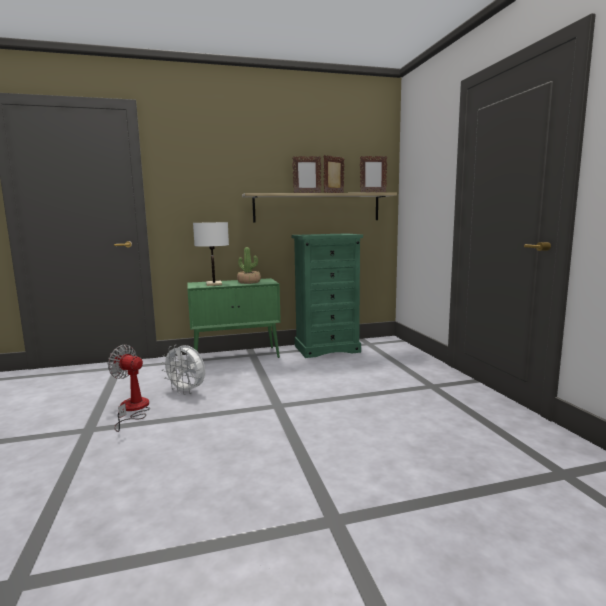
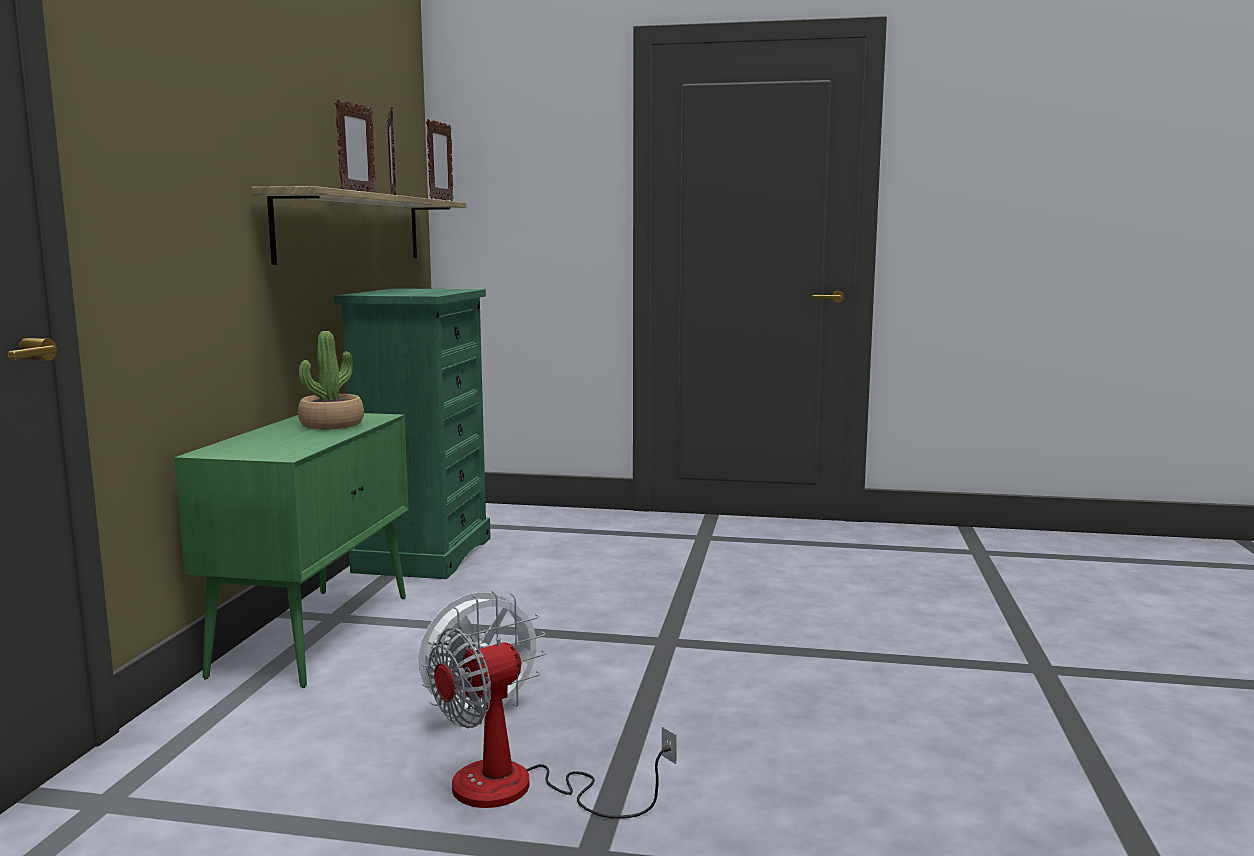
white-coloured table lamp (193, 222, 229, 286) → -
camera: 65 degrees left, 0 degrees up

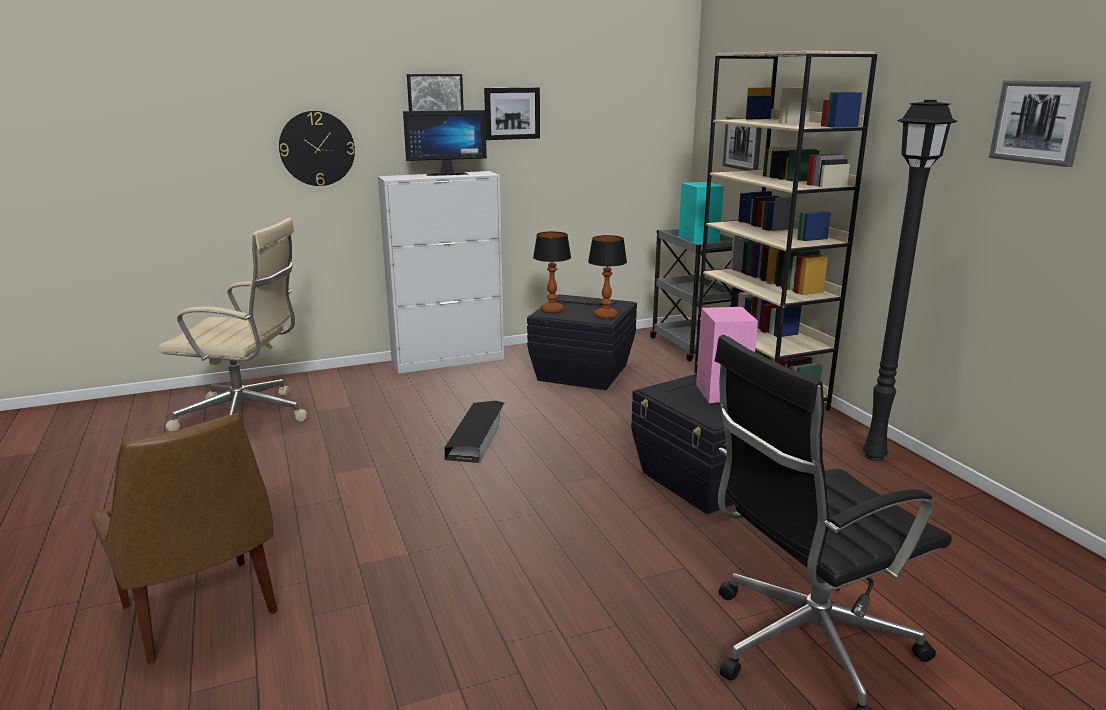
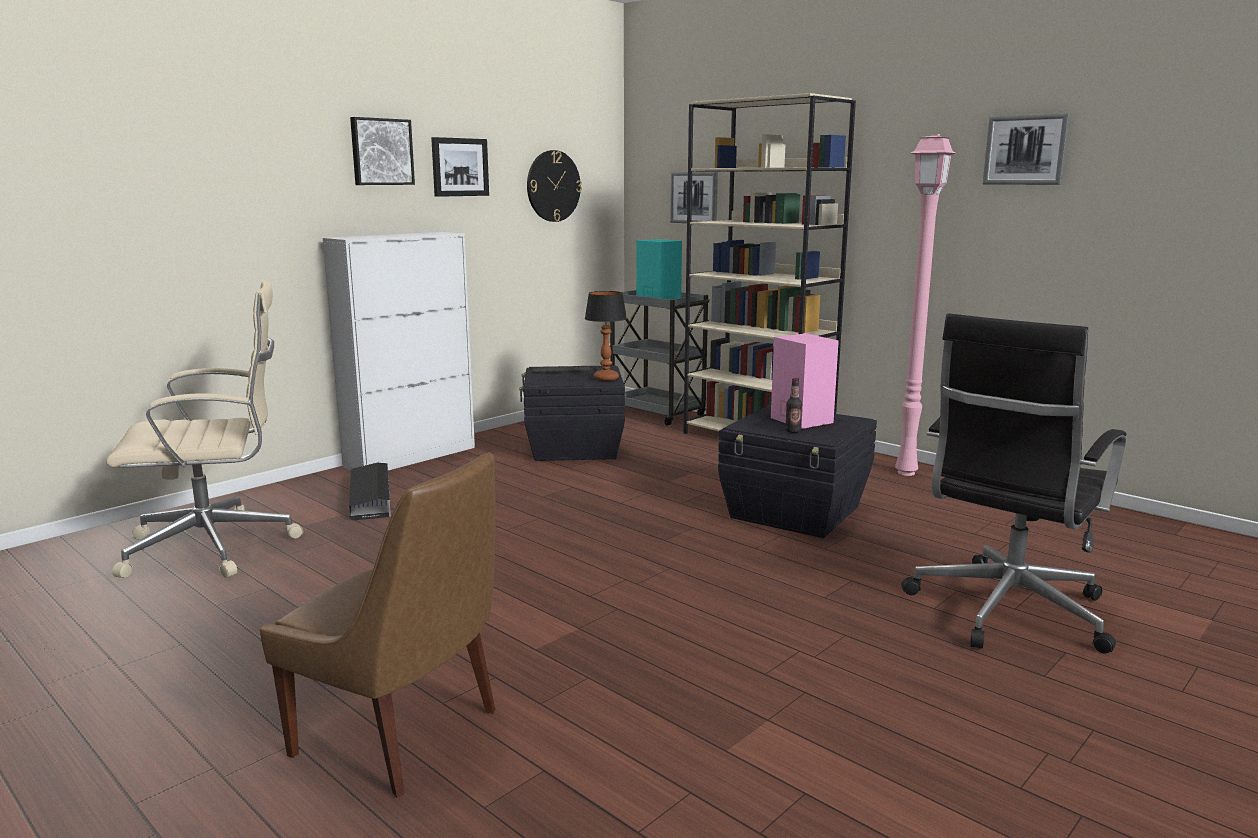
clock on the wall (279, 111, 355, 186) → clock on the wall (527, 150, 582, 222), move
monitor (403, 110, 487, 176) → -
black storage box (444, 401, 504, 463) → black storage box (349, 463, 391, 521), move
table lamp (533, 231, 571, 314) → -
black standard lamp (863, 100, 958, 461) → pinkish standard lamp (895, 134, 956, 476)
- → drink bottle (785, 378, 802, 433)
camera: 25 degrees left, 5 degrees down

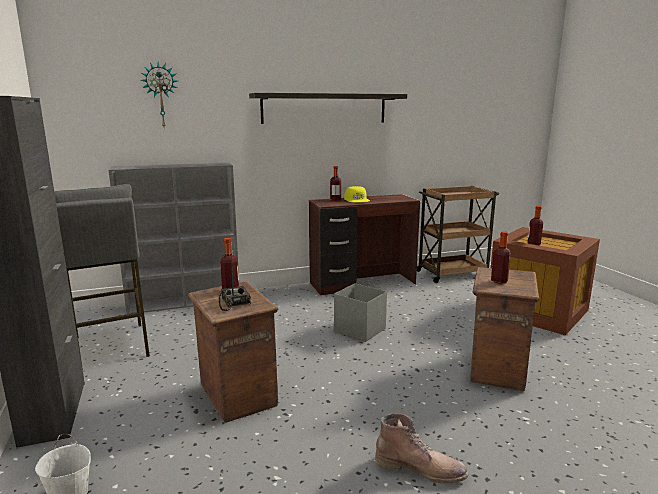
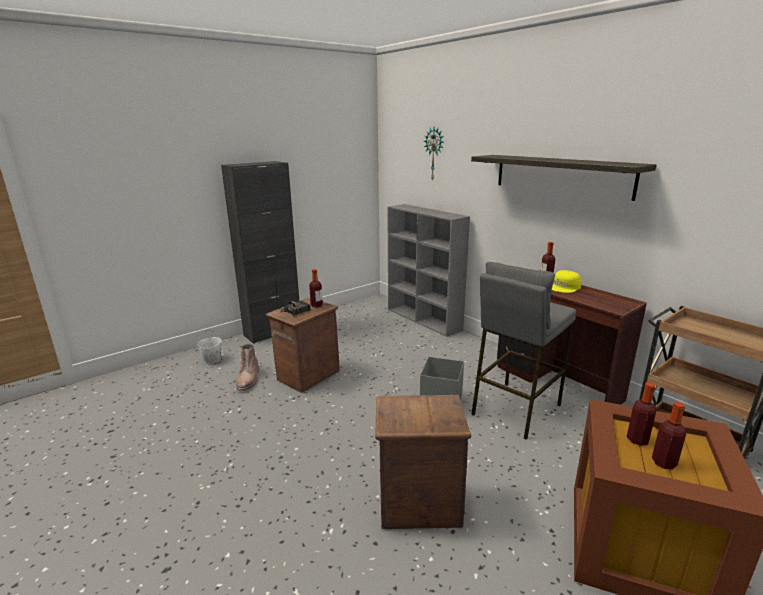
greyish stool seat (54, 184, 150, 369) → greyish stool seat (471, 262, 576, 439), move
brown-coloured boot (375, 414, 468, 484) → brown-coloured boot (236, 344, 259, 391), move
drink bottle (491, 231, 511, 284) → drink bottle (652, 402, 686, 470), move
camera: 70 degrees right, 5 degrees up

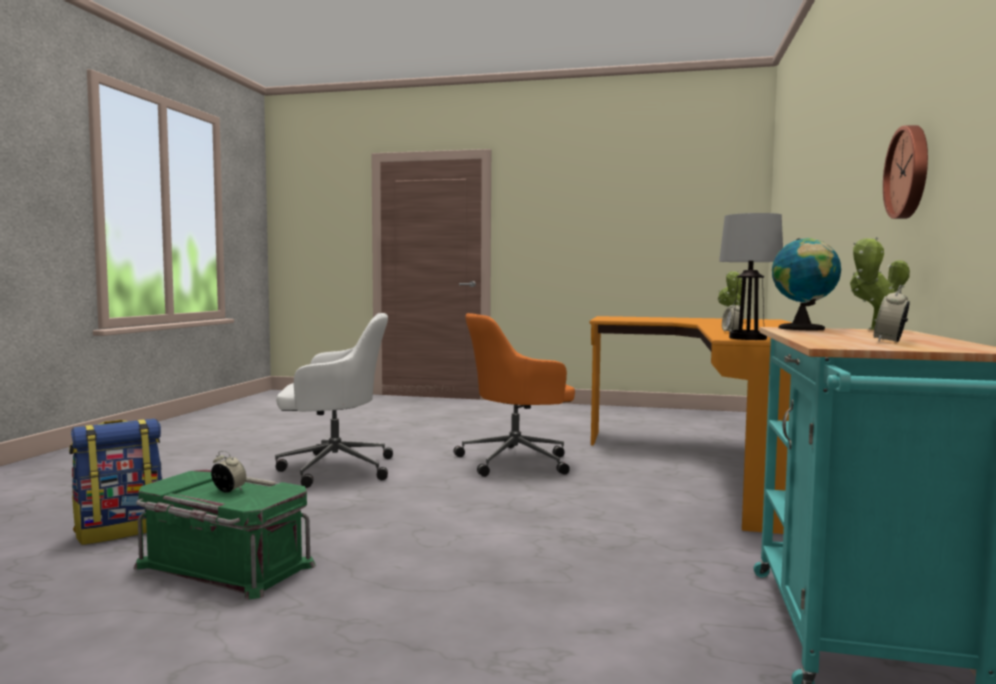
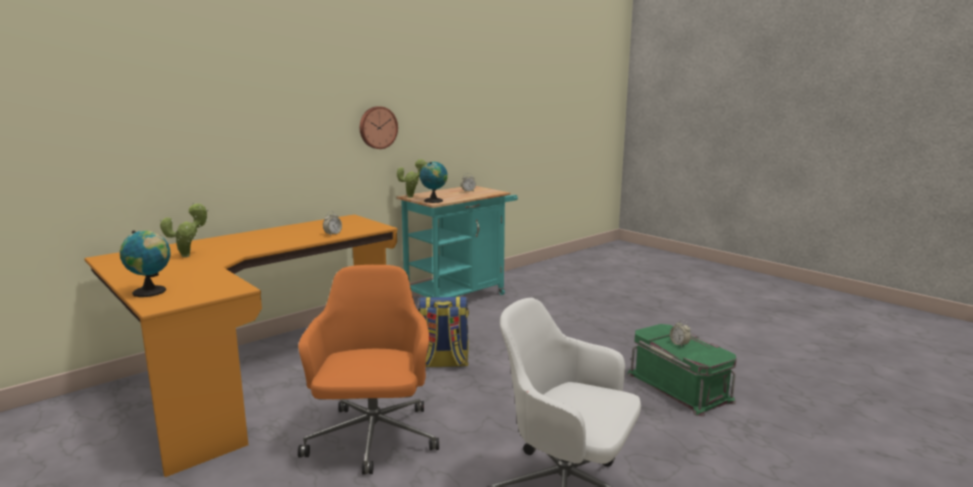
knapsack (69, 419, 162, 545) → knapsack (418, 297, 469, 367), move
orange office chair (454, 313, 575, 477) → orange office chair (298, 265, 439, 474), 105 degrees counterclockwise
table lamp (719, 213, 783, 340) → -
- → desk globe (120, 230, 171, 297)
camera: 145 degrees left, 10 degrees up

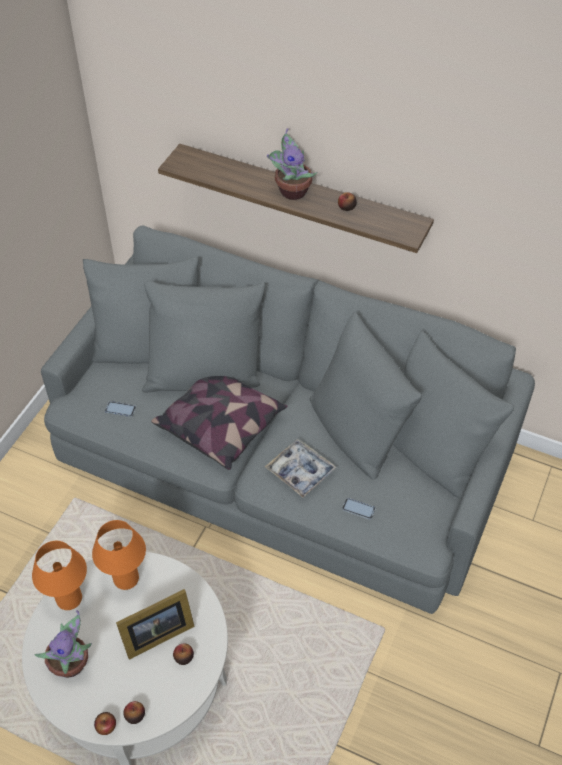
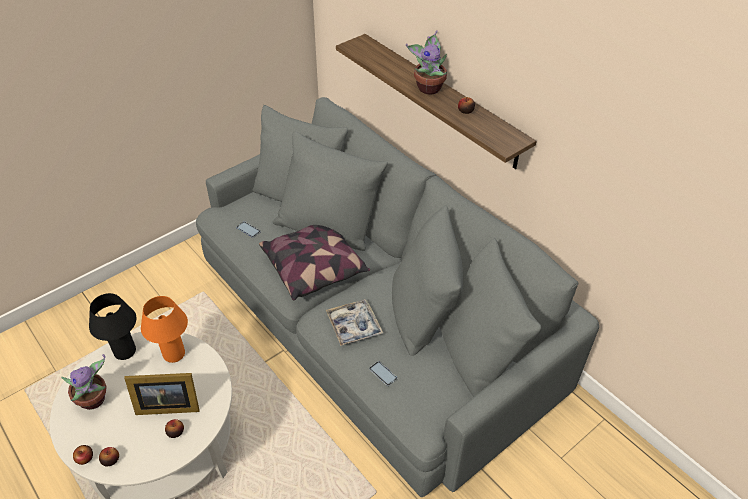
orange table lamp (32, 541, 87, 610) → black table lamp (89, 293, 136, 360)
camera: 25 degrees right, 5 degrees down

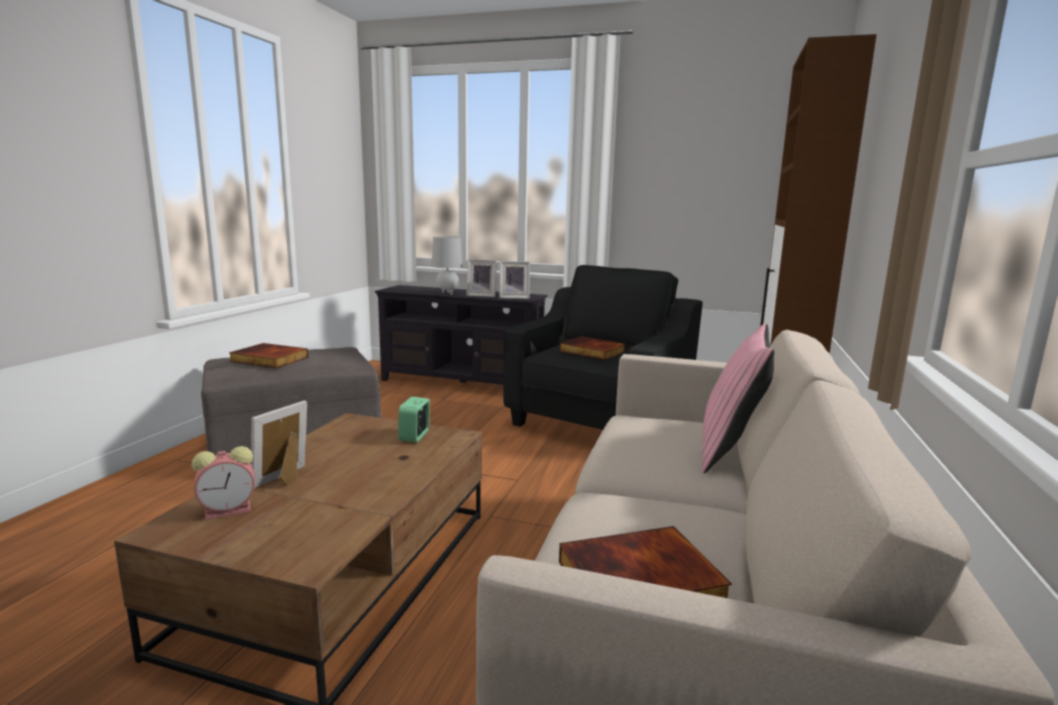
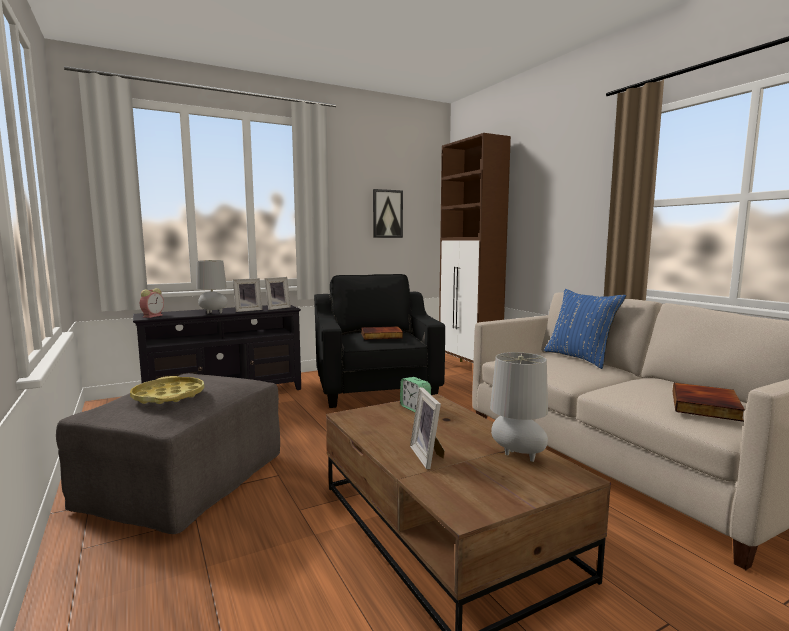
alarm clock (192, 446, 255, 520) → alarm clock (140, 288, 164, 318), move
book (229, 343, 308, 368) → yellowish serving tray (130, 376, 204, 404)
pinkish pillow (702, 323, 775, 473) → blue-coloured pillow (544, 289, 626, 369)
- → wall picture (373, 189, 403, 238)
- → greyish table lamp (490, 352, 548, 462)
camera: 45 degrees left, 5 degrees down

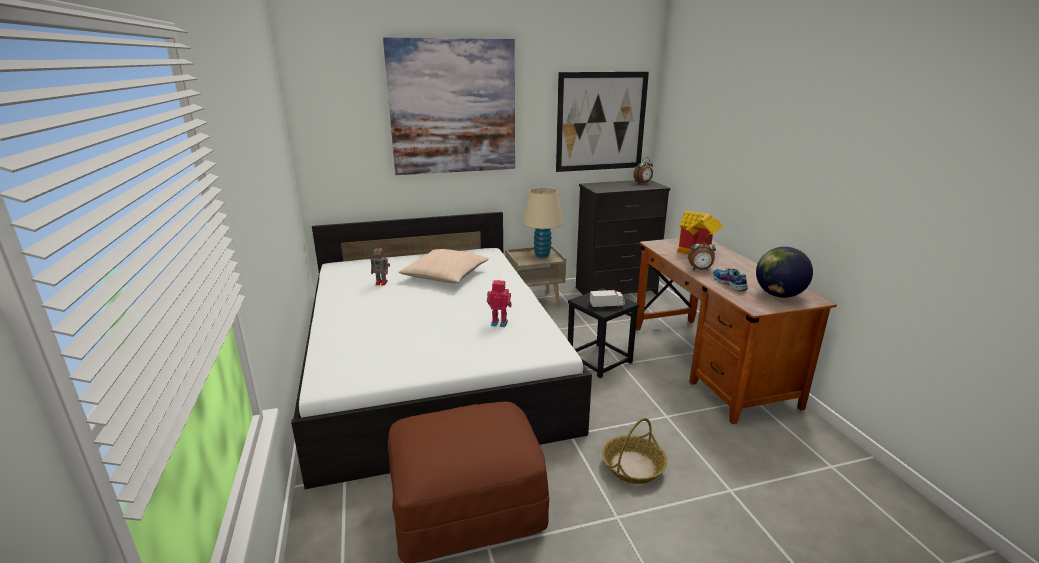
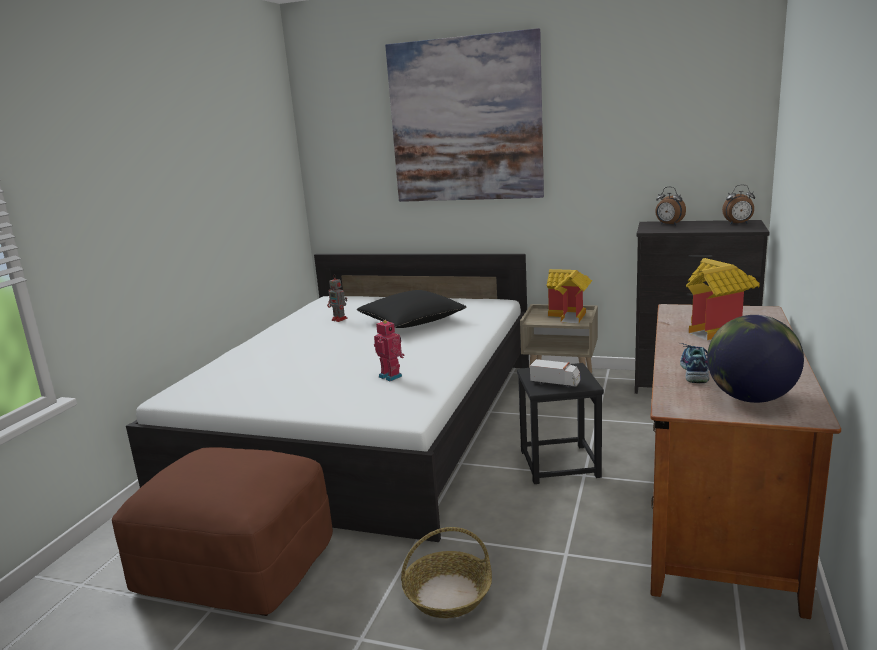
sand-coloured pillow (398, 249, 489, 283) → black pillow (357, 290, 467, 328)
sand-coloured table lamp (523, 188, 563, 258) → model house (547, 269, 592, 323)
wall picture (556, 72, 649, 172) → -
alarm clock (688, 237, 716, 271) → alarm clock (655, 187, 686, 226), move
camera: 35 degrees right, 5 degrees down

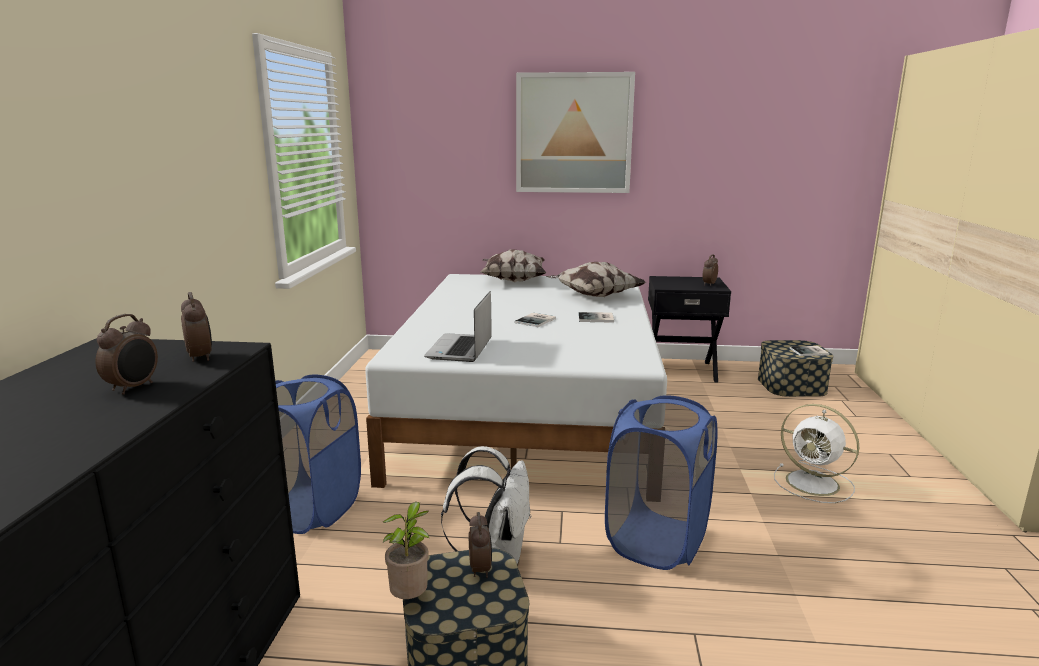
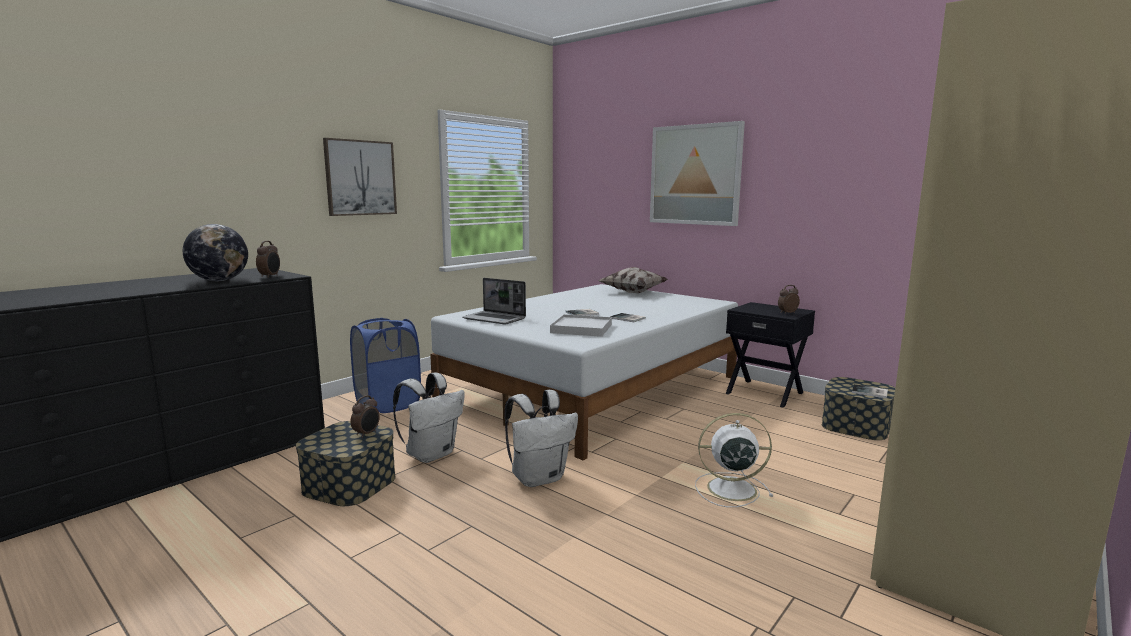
alarm clock (95, 314, 158, 395) → desk globe (183, 224, 248, 281)
plant in a pot (383, 502, 430, 599) → -
notebook computer (424, 291, 492, 362) → notebook computer (462, 278, 526, 325), 105 degrees counterclockwise
pillow (546, 262, 646, 297) → -
blue-coloured washing basket (605, 395, 718, 570) → white-coloured knapsack (504, 390, 578, 487)
white-coloured electric fan (774, 404, 859, 503) → white-coloured electric fan (695, 413, 773, 507), 105 degrees clockwise
- → wall picture (323, 138, 397, 216)
- → white-coloured serving tray (550, 314, 612, 337)
camera: 35 degrees right, 5 degrees down

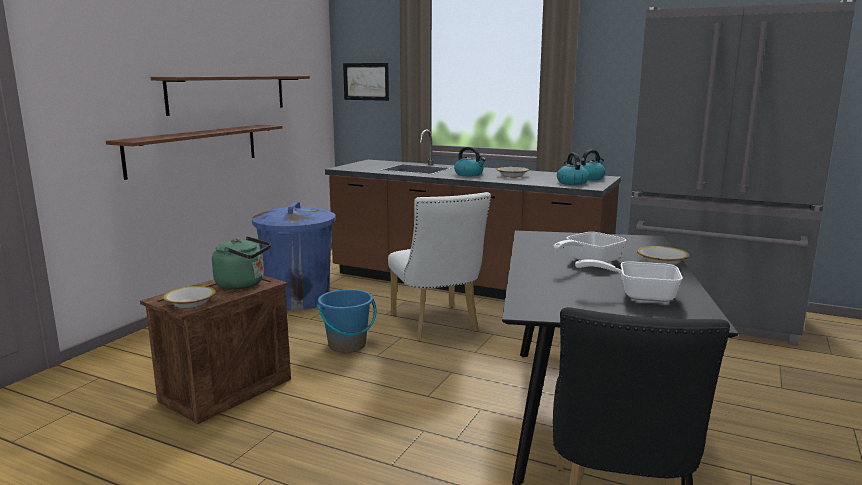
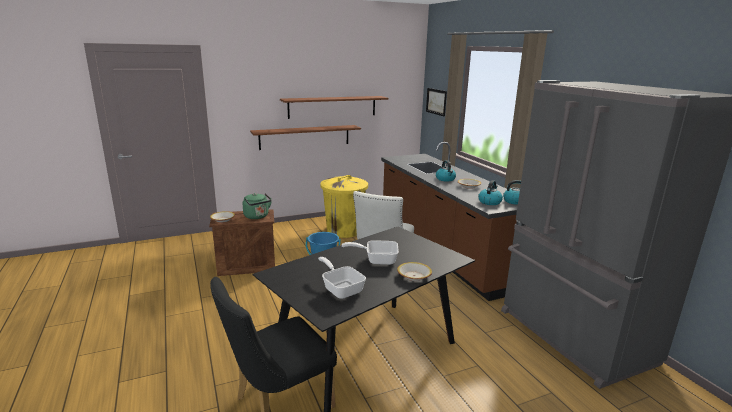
blue-coloured trash can (252, 202, 336, 310) → yellowish trash can (320, 175, 368, 238)
camera: 40 degrees right, 5 degrees up

